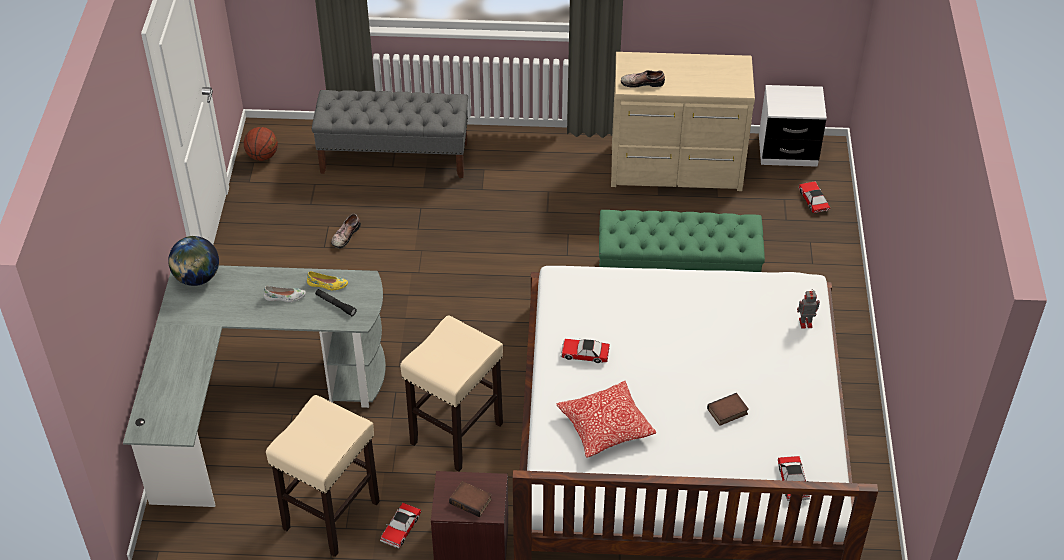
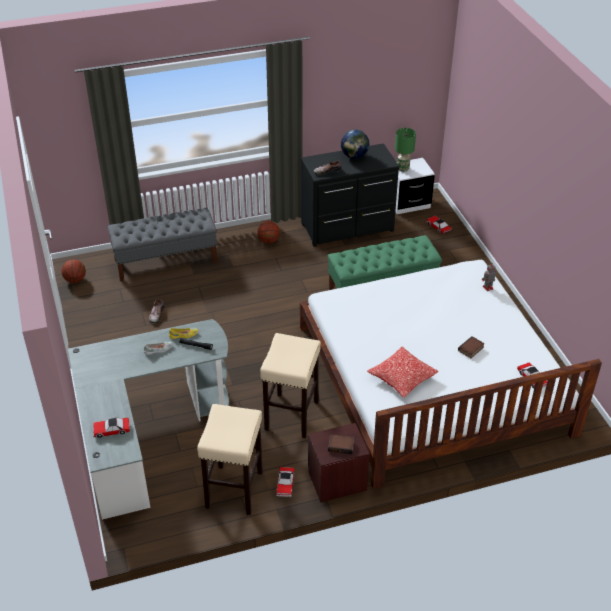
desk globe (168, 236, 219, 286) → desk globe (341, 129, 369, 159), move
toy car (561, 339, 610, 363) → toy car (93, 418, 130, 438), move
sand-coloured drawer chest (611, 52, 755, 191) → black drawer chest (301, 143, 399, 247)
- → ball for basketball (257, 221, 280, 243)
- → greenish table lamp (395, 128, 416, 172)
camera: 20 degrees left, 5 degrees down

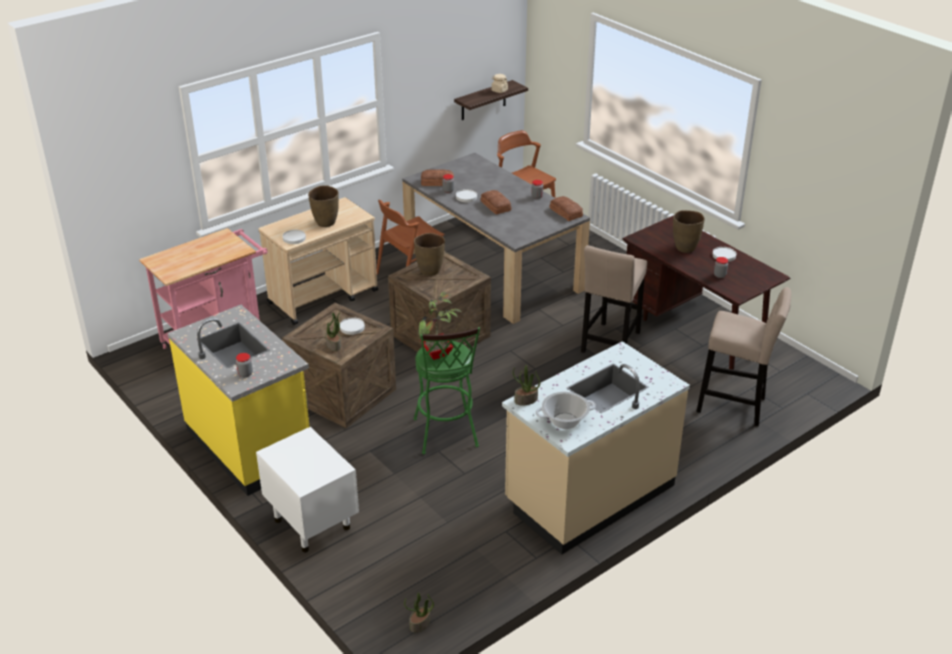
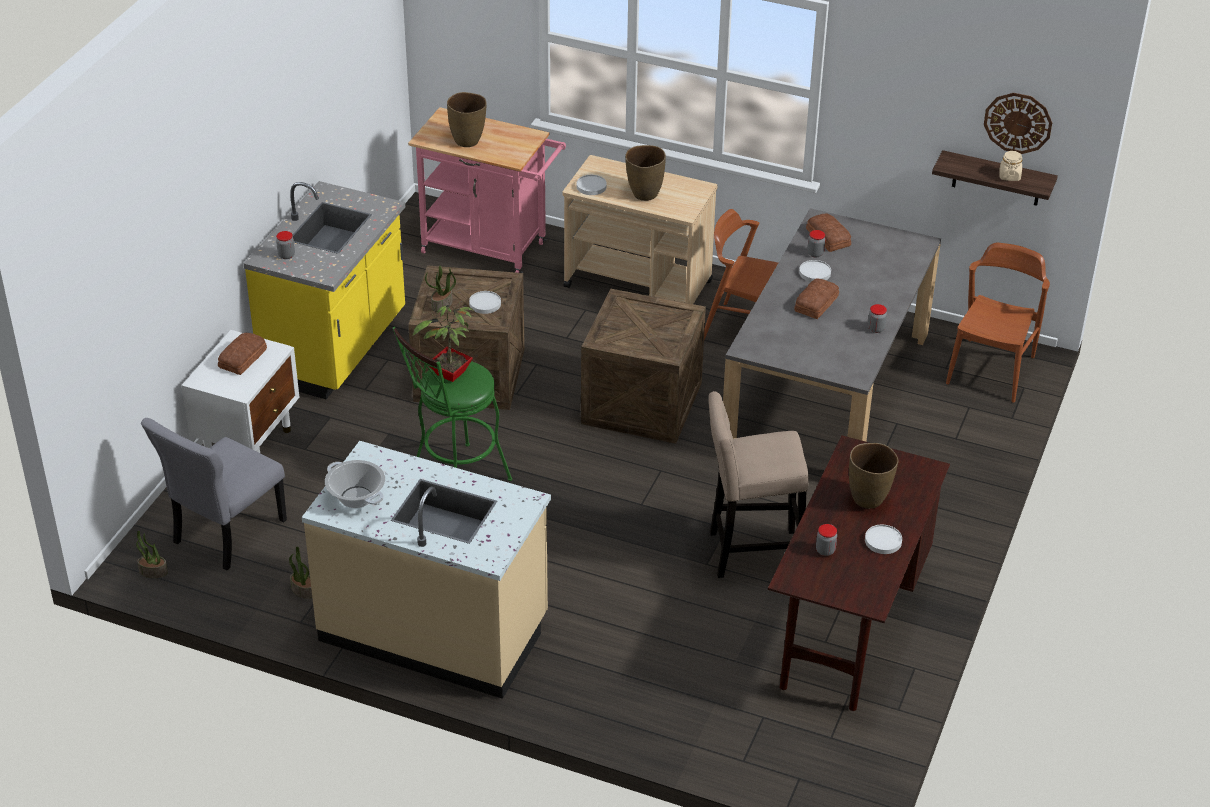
brown-coloured vase (414, 233, 445, 276) → brown-coloured vase (447, 92, 487, 147), move
plant in a pot (513, 365, 540, 406) → plant in a pot (289, 547, 312, 599), move
baked bread (550, 196, 583, 221) → baked bread (218, 333, 267, 375), move
sand-coloured stool seat (696, 287, 791, 426) → -
- → greyish upright chair (141, 418, 287, 571)
- → clock on the wall (984, 93, 1052, 154)
camera: 60 degrees right, 5 degrees up

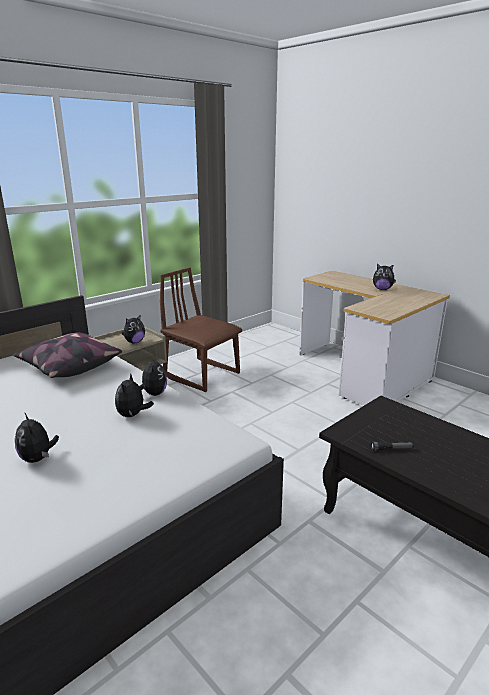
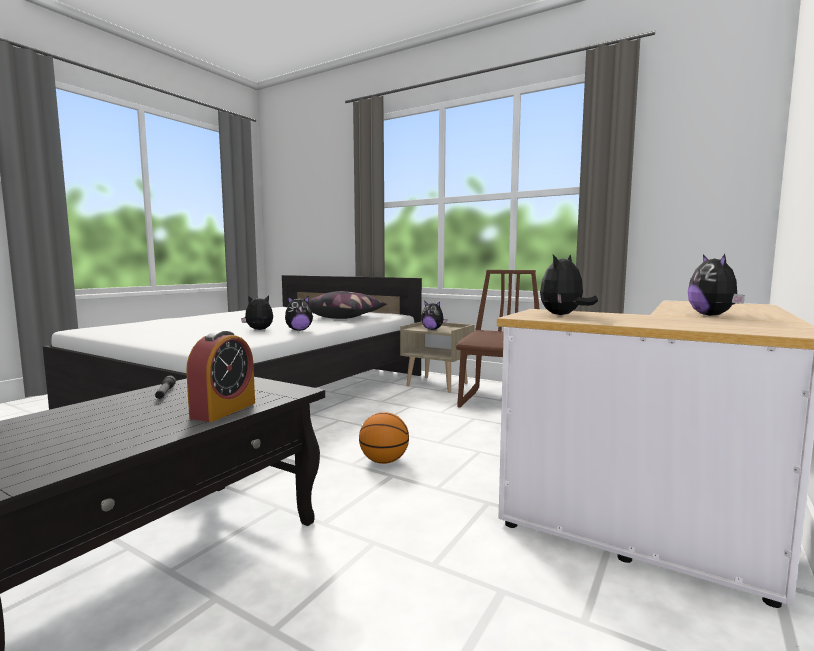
cuddly toy (15, 412, 59, 463) → cuddly toy (540, 255, 598, 315), move
- → alarm clock (186, 331, 255, 422)
- → ball for basketball (359, 412, 409, 464)
camera: 75 degrees right, 15 degrees down

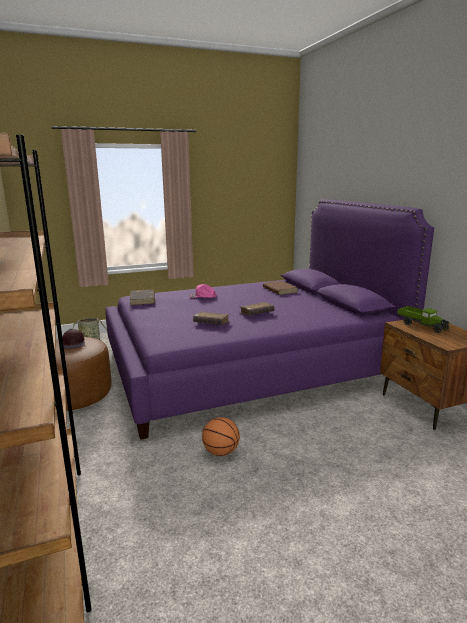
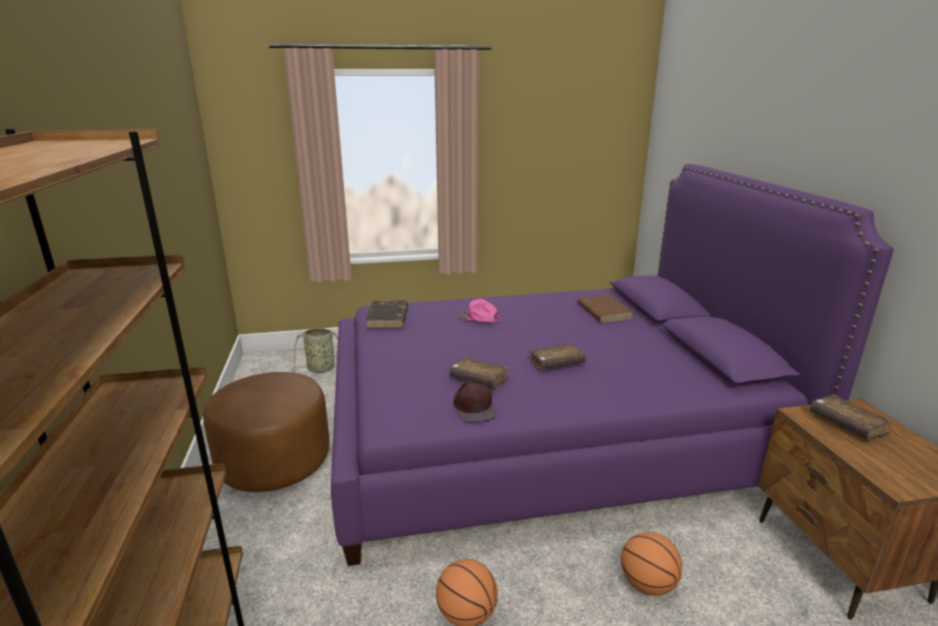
brown-coloured peaked cap (62, 329, 85, 349) → brown-coloured peaked cap (454, 382, 496, 423), move
toy truck (397, 306, 450, 333) → brown-coloured book (810, 394, 894, 440)
- → ball for basketball (621, 532, 683, 596)
camera: 10 degrees right, 5 degrees up

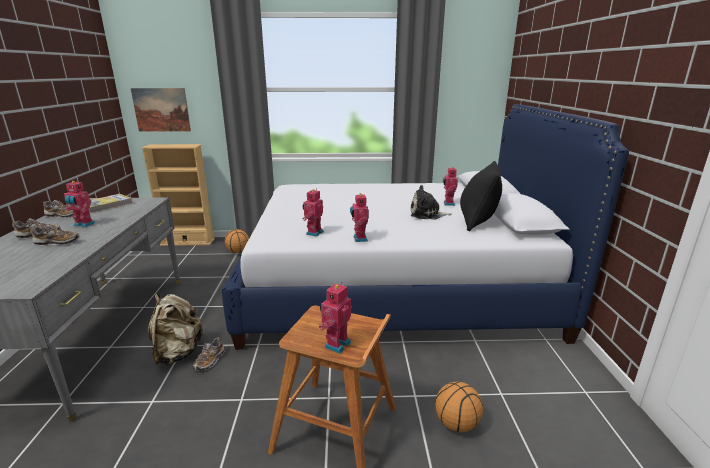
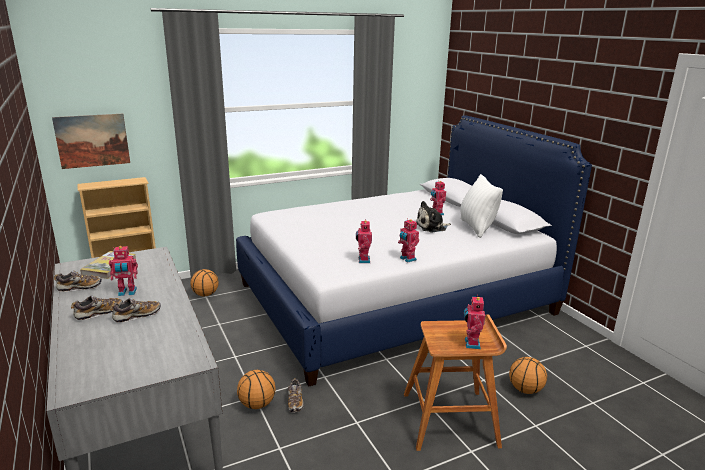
sand-coloured knapsack (148, 293, 205, 366) → ball for basketball (237, 370, 276, 409)
black pillow (460, 161, 502, 231) → white-coloured pillow (460, 174, 503, 238)
camera: 25 degrees left, 0 degrees up

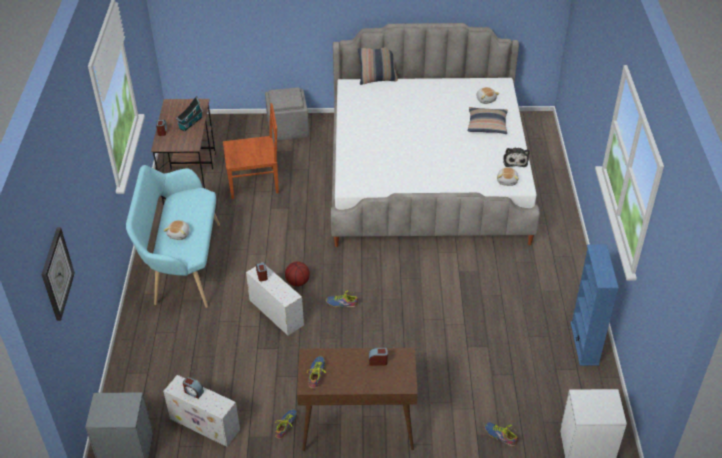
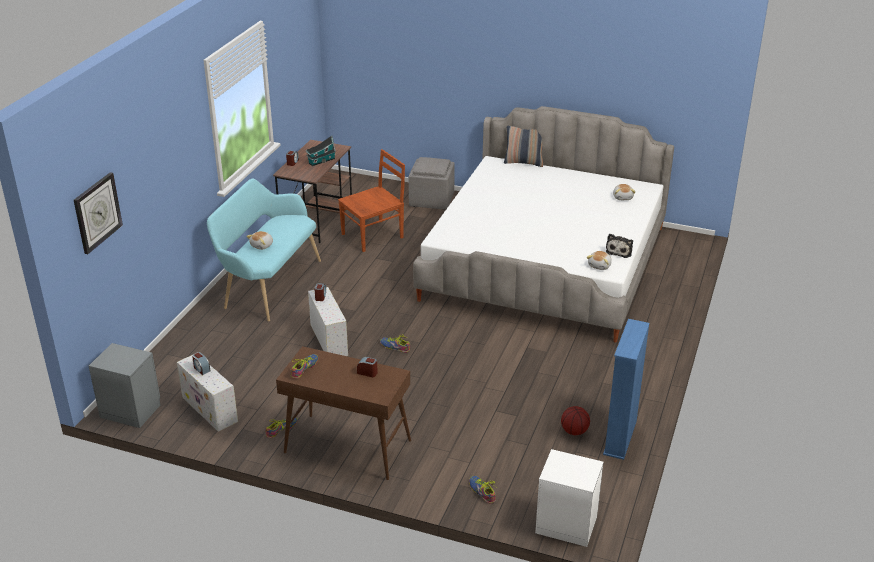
brown-coloured upright chair (223, 103, 279, 199) → brown-coloured upright chair (338, 149, 405, 252), 45 degrees counterclockwise
ball for basketball (285, 262, 310, 286) → ball for basketball (561, 406, 590, 435), move
pillow (468, 107, 508, 134) → -
camera: 20 degrees right, 10 degrees down

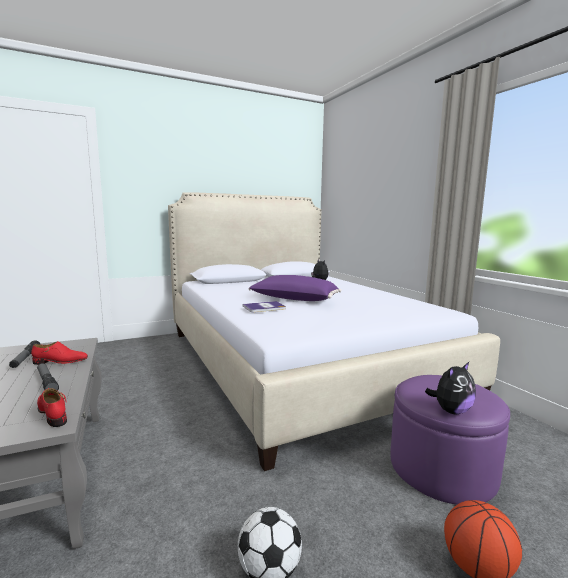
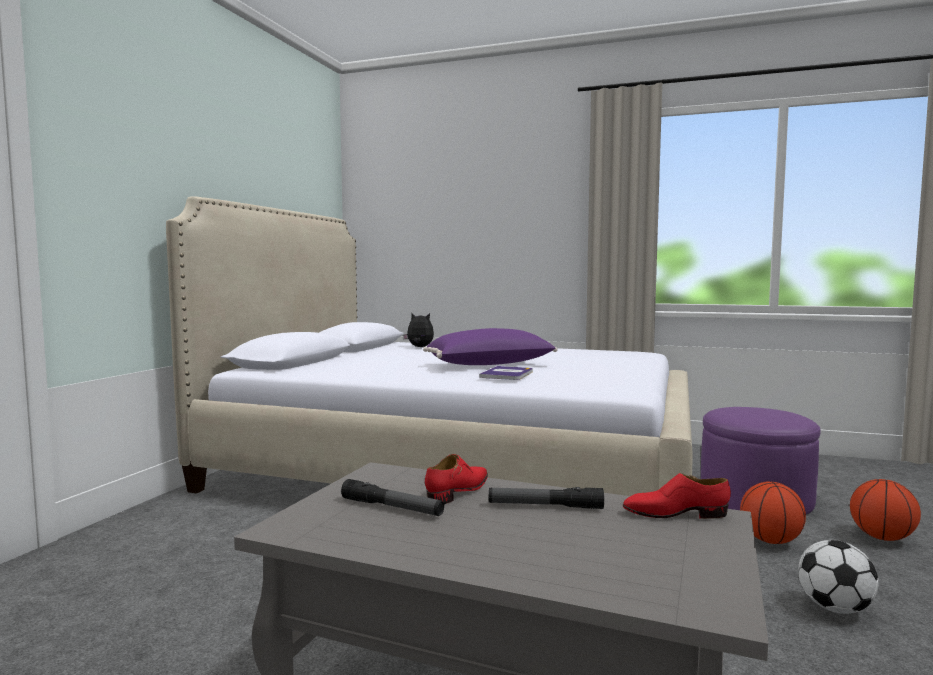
cuddly toy (425, 362, 476, 414) → -
- → ball for basketball (740, 482, 806, 544)
camera: 45 degrees left, 5 degrees down

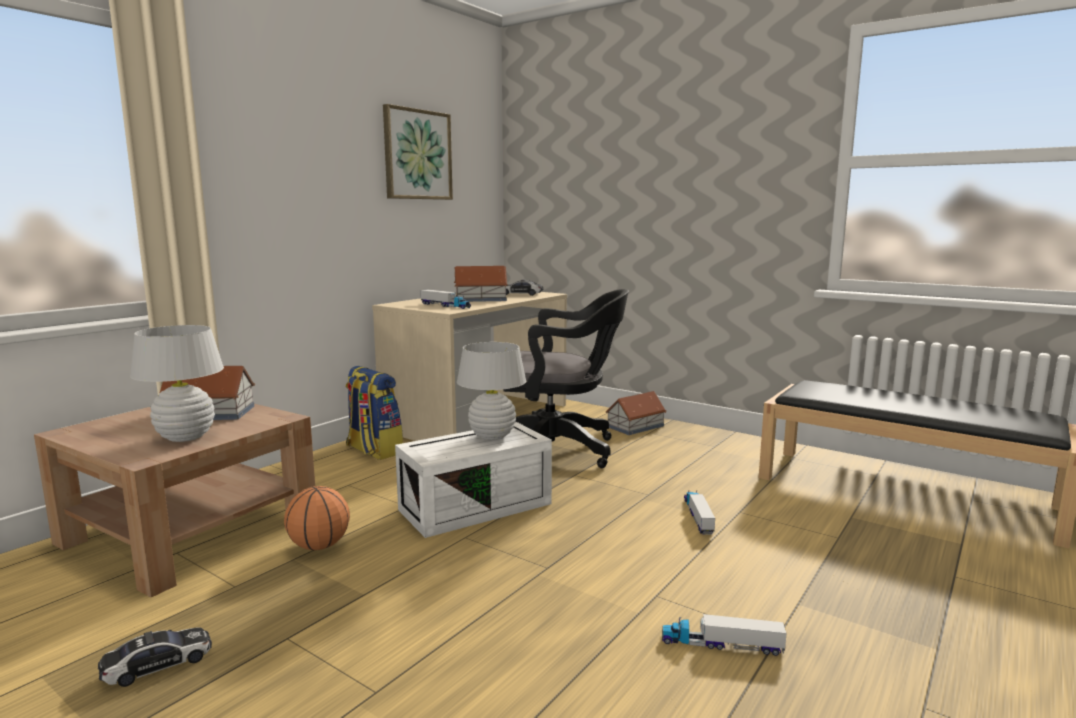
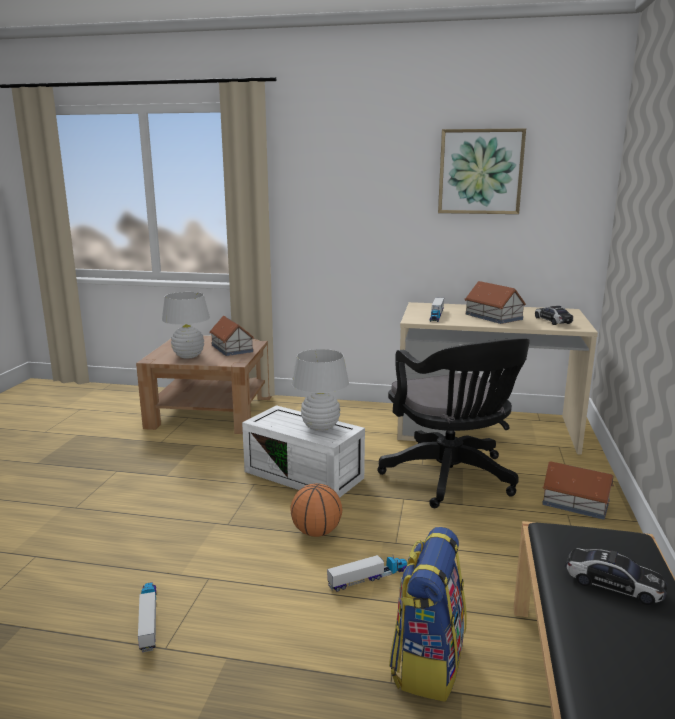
toy car (98, 627, 212, 687) → toy car (565, 548, 668, 605), move
ball for basketball (284, 486, 350, 550) → ball for basketball (290, 483, 342, 537), move
knapsack (346, 366, 403, 460) → knapsack (389, 527, 467, 702), move
camera: 65 degrees right, 5 degrees up

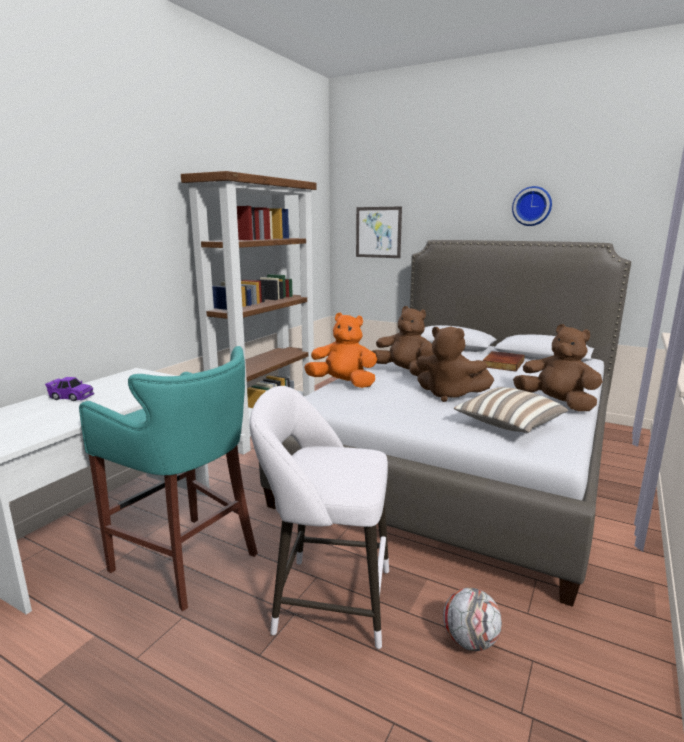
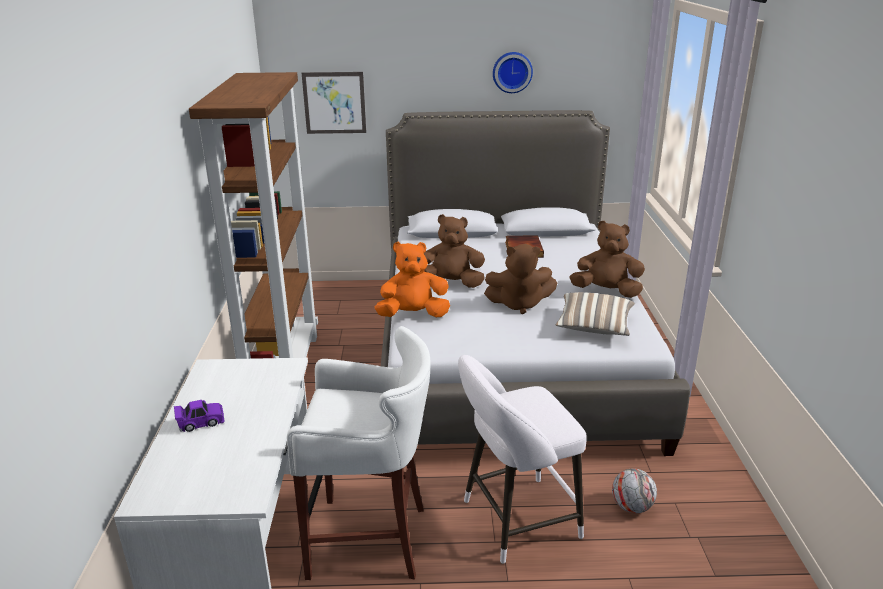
turquoise-coloured stool seat (79, 346, 258, 611) → white-coloured stool seat (287, 326, 431, 580)
camera: 30 degrees left, 10 degrees up

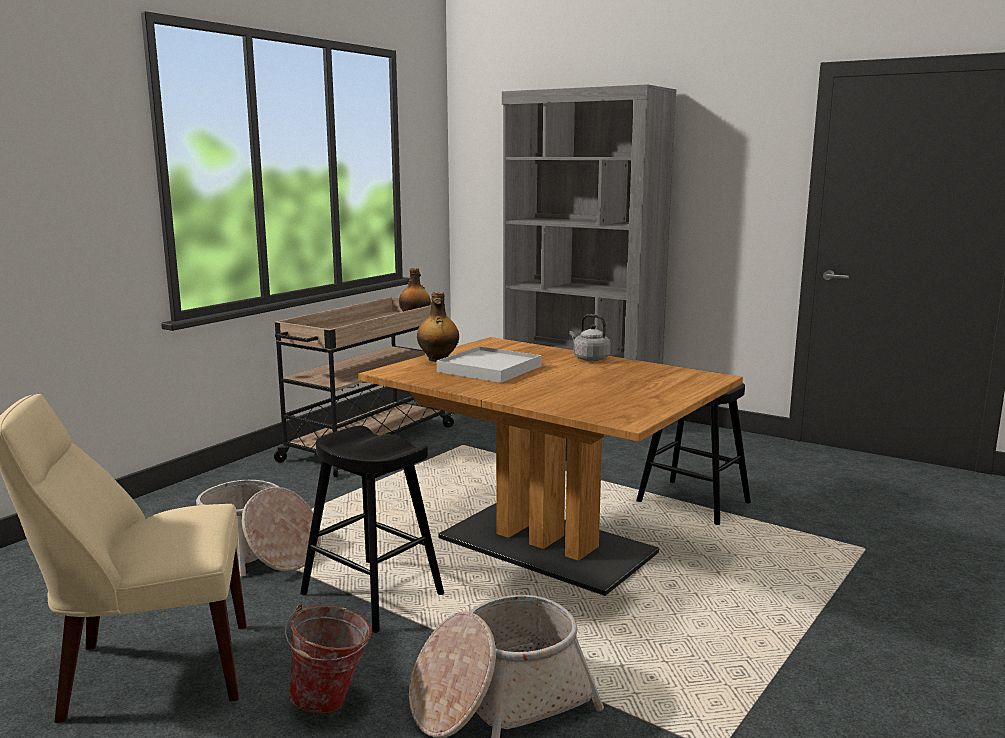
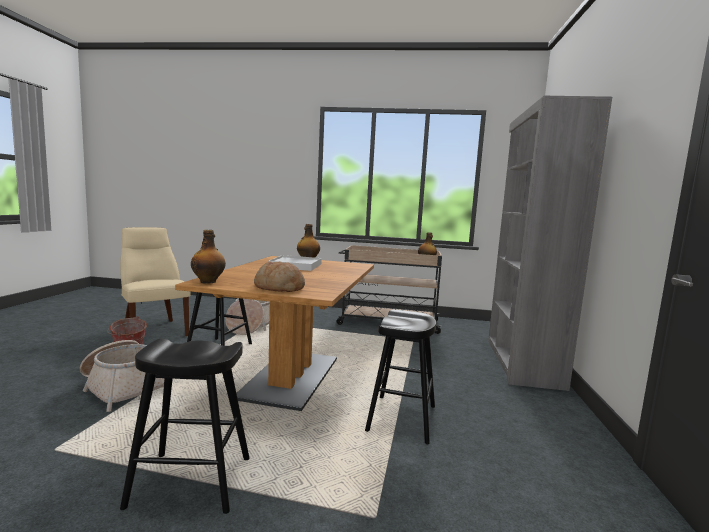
greyish water kettle (569, 314, 610, 361) → -
- → black stool seat (120, 339, 250, 514)
- → drink bottle (191, 230, 226, 284)
- → baked bread (254, 261, 305, 292)
camera: 65 degrees right, 5 degrees down

